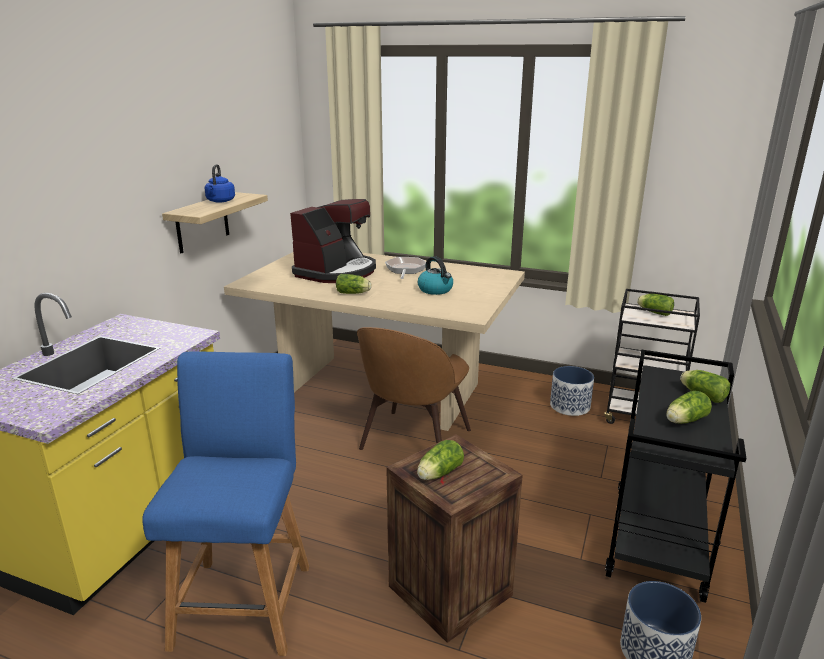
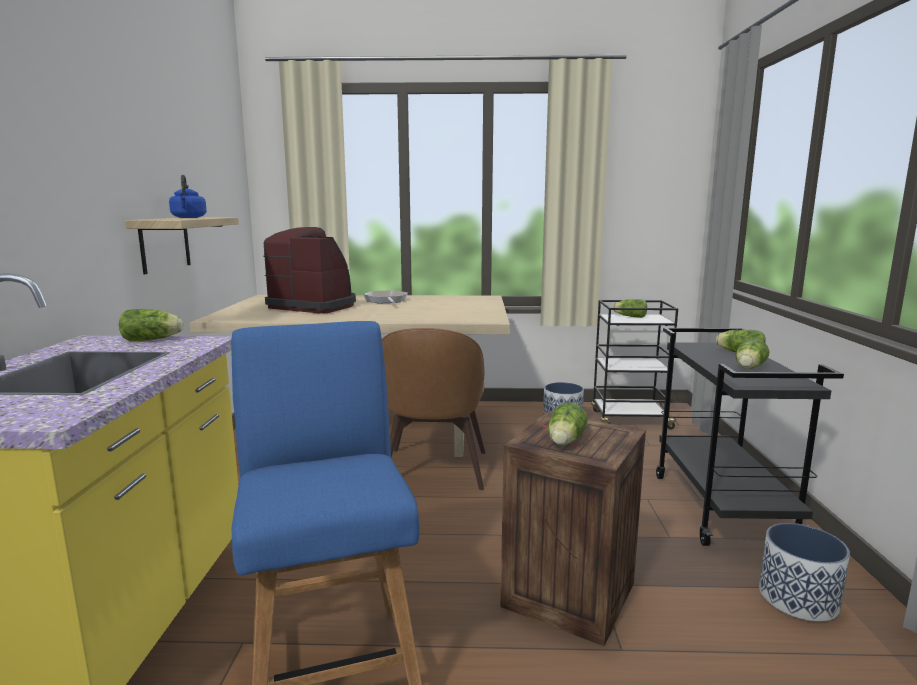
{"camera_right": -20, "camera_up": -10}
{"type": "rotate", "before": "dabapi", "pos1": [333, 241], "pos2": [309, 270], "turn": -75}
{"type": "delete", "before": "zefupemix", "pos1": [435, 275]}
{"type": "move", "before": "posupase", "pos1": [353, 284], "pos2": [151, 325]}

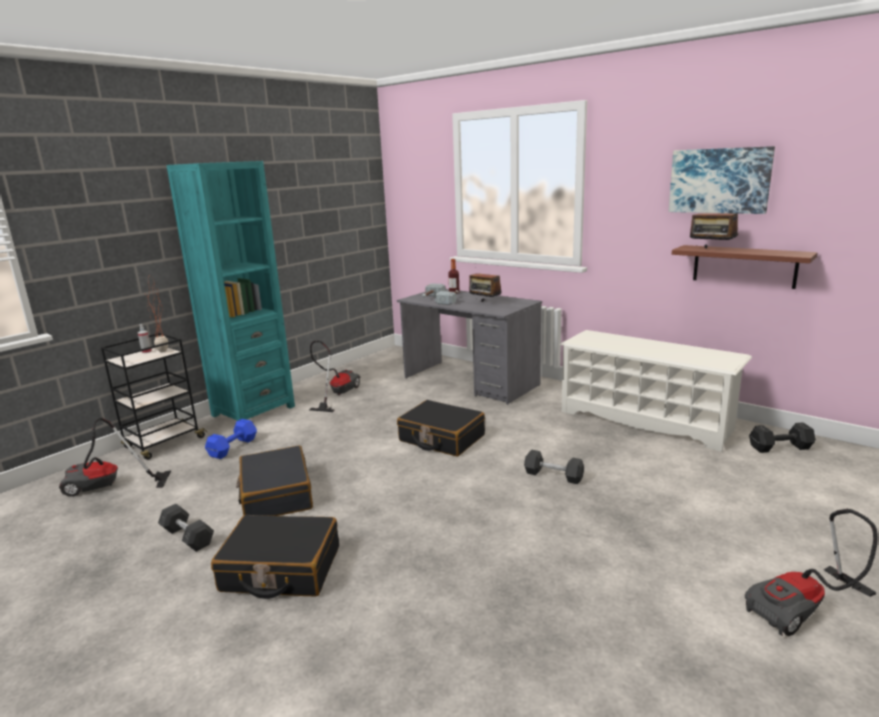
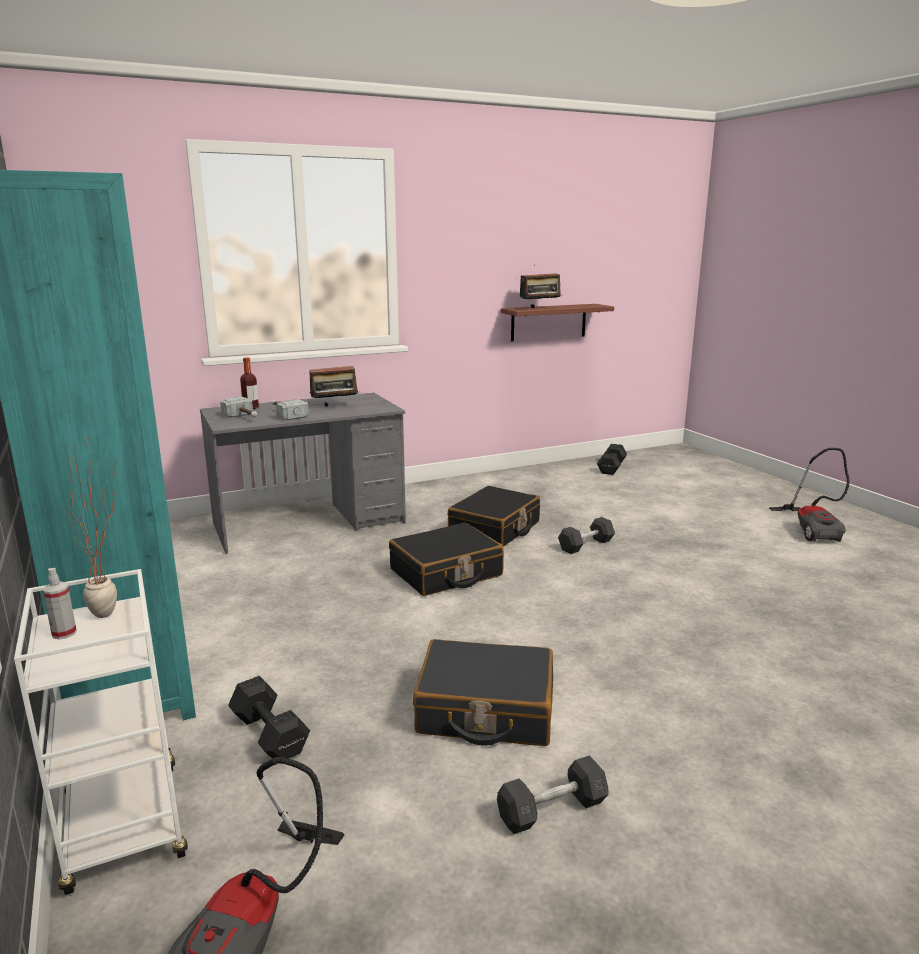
{"camera_right": -65, "camera_up": 0}
{"type": "delete", "before": "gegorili", "pos1": [722, 180]}
{"type": "delete", "before": "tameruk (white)", "pos1": [656, 391]}
{"type": "recolor", "before": "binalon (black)", "after": "binalon (white)", "pos1": [154, 396], "pos2": [101, 732]}
{"type": "delete", "before": "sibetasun", "pos1": [334, 376]}
{"type": "recolor", "before": "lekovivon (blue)", "after": "lekovivon (black)", "pos1": [231, 439], "pos2": [269, 717]}
{"type": "move", "before": "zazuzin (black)", "pos1": [275, 557], "pos2": [494, 516]}

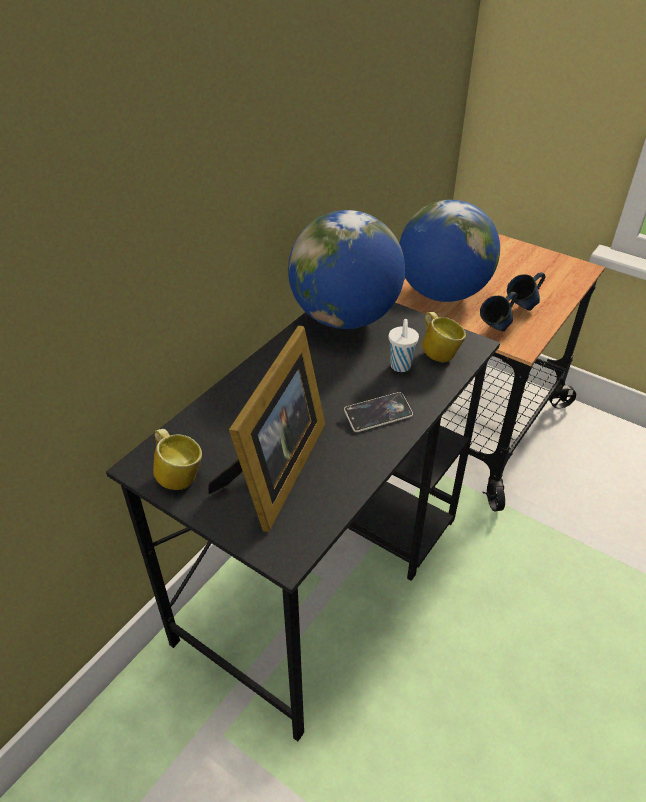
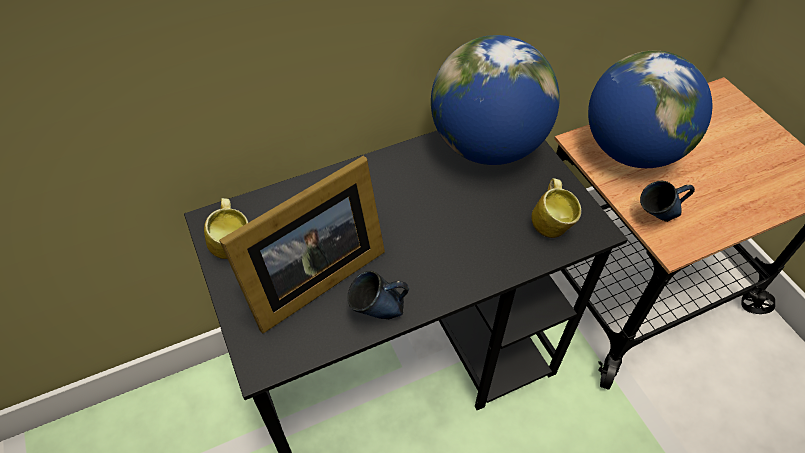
{"camera_right": 30, "camera_up": 10}
{"type": "move", "before": "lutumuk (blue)", "pos1": [526, 291], "pos2": [378, 295]}
{"type": "delete", "before": "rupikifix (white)", "pos1": [404, 345]}
{"type": "delete", "before": "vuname", "pos1": [378, 412]}

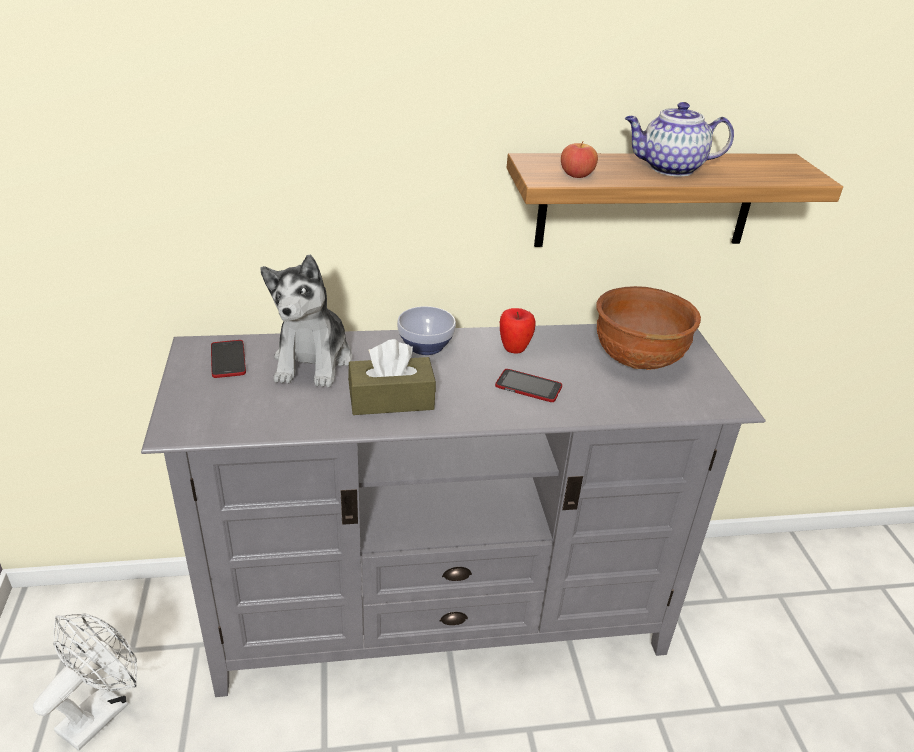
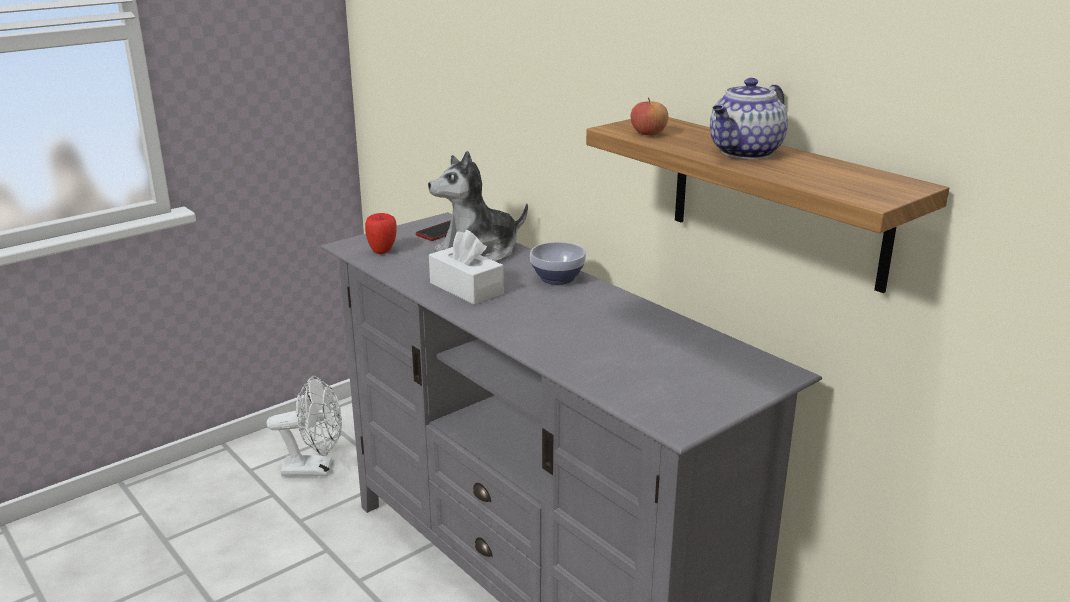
{"camera_right": 60, "camera_up": -10}
{"type": "rotate", "before": "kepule", "pos1": [679, 139], "pos2": [749, 118], "turn": -105}
{"type": "delete", "before": "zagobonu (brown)", "pos1": [648, 328]}
{"type": "move", "before": "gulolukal", "pos1": [517, 330], "pos2": [381, 233]}
{"type": "recolor", "before": "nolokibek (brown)", "after": "nolokibek (white)", "pos1": [392, 377], "pos2": [466, 267]}
{"type": "delete", "before": "vuname", "pos1": [528, 385]}

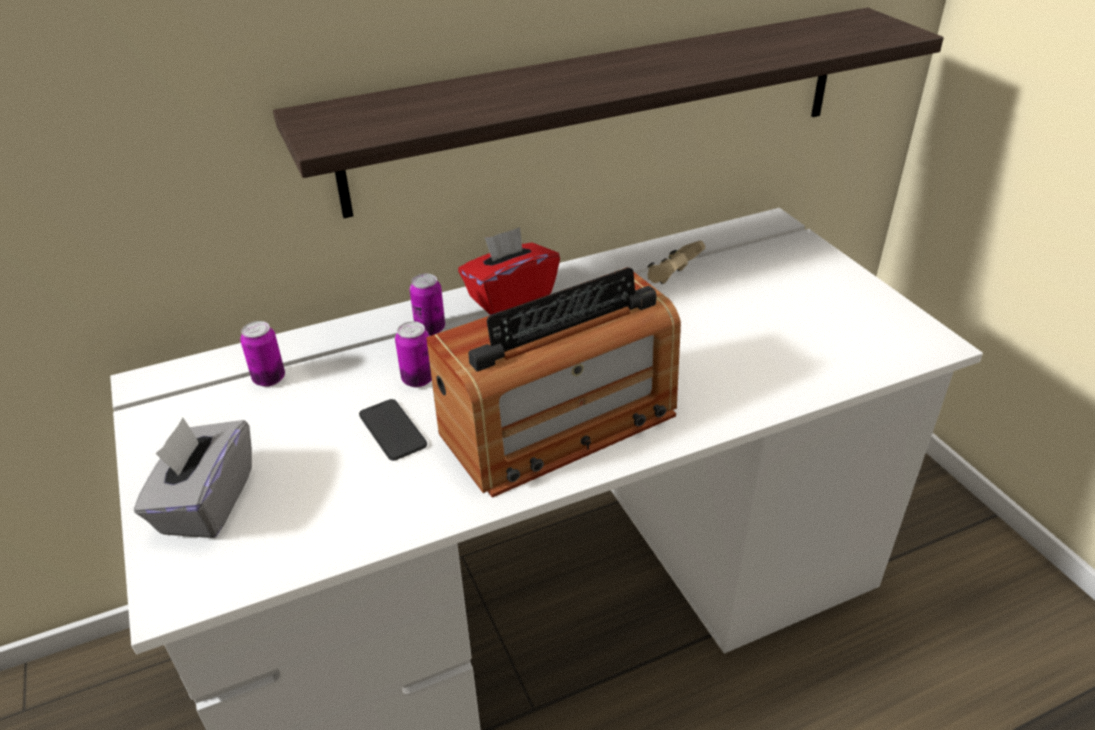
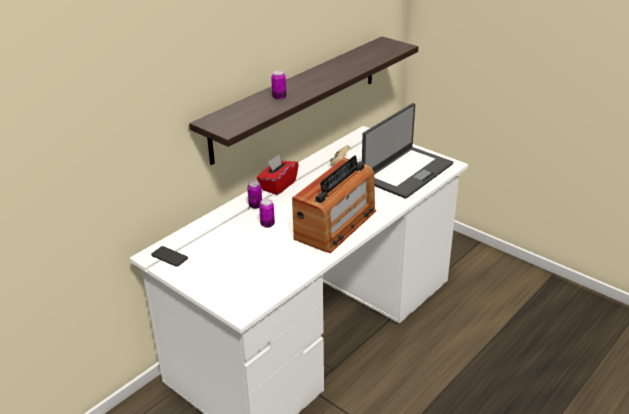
{"camera_right": -25, "camera_up": -5}
{"type": "move", "before": "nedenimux", "pos1": [262, 354], "pos2": [278, 85]}
{"type": "move", "before": "vuname", "pos1": [393, 430], "pos2": [169, 256]}
{"type": "delete", "before": "nolokibek (grey)", "pos1": [193, 478]}
{"type": "insert", "after": "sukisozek", "pos2": [407, 151]}

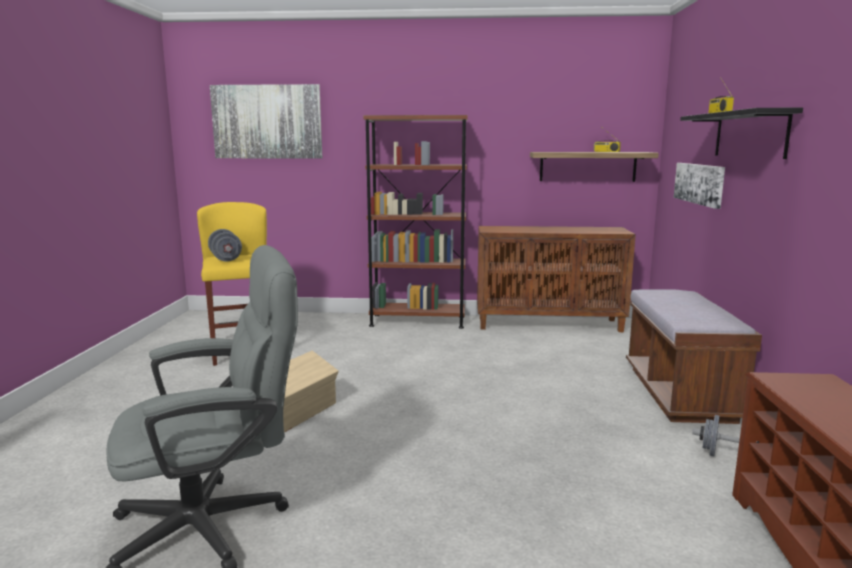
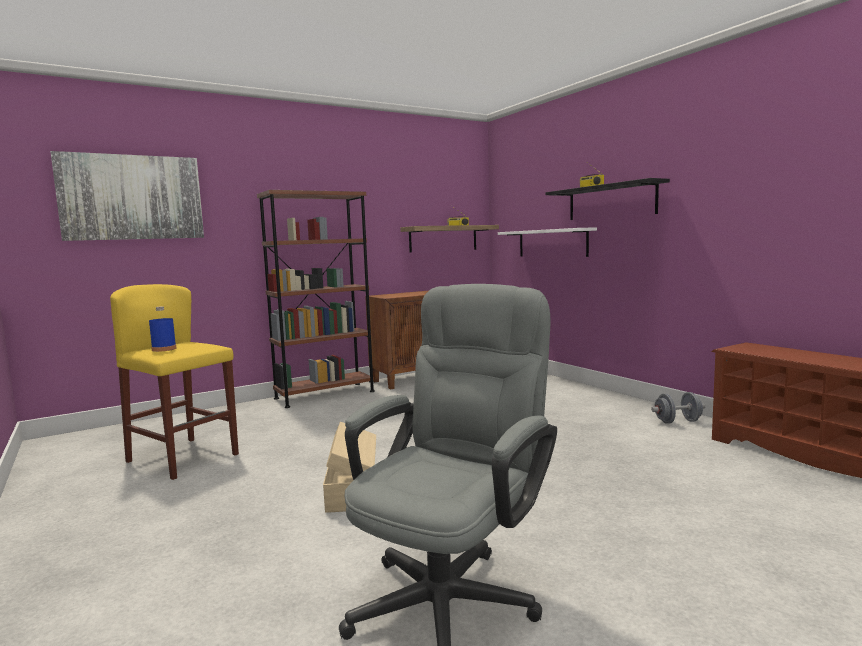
{"camera_right": -35, "camera_up": -5}
{"type": "replace", "before": "gegorili", "after": "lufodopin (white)", "pos1": [699, 186], "pos2": [547, 242]}
{"type": "replace", "before": "lekovivon (grey)", "after": "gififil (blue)", "pos1": [225, 245], "pos2": [162, 329]}
{"type": "delete", "before": "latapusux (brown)", "pos1": [694, 356]}

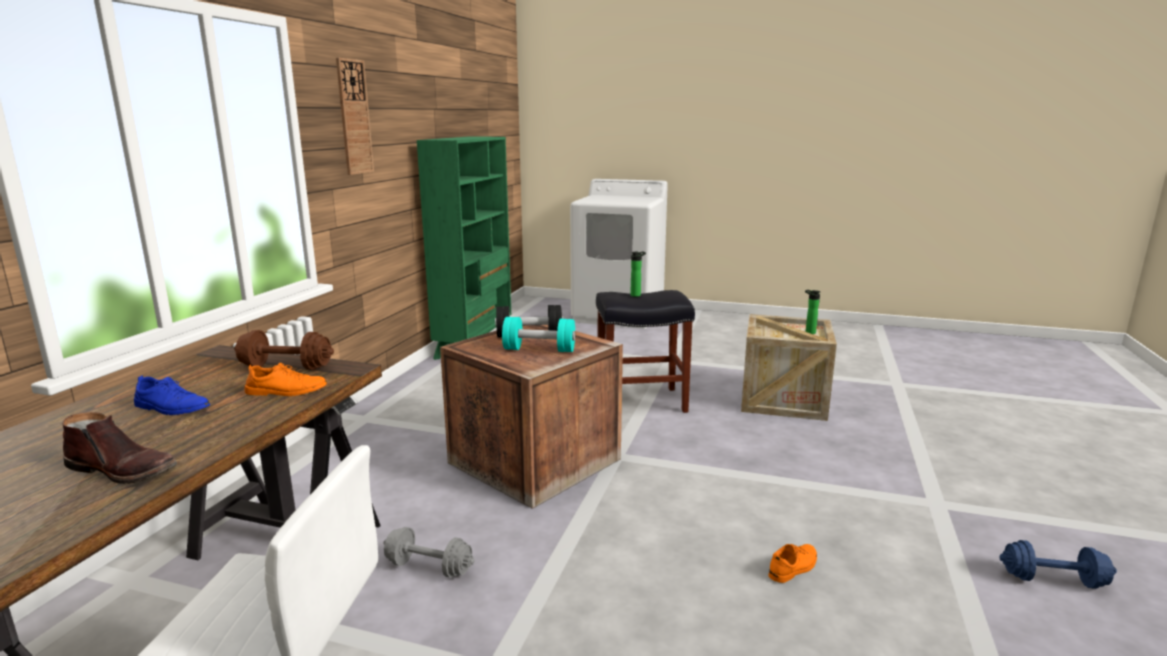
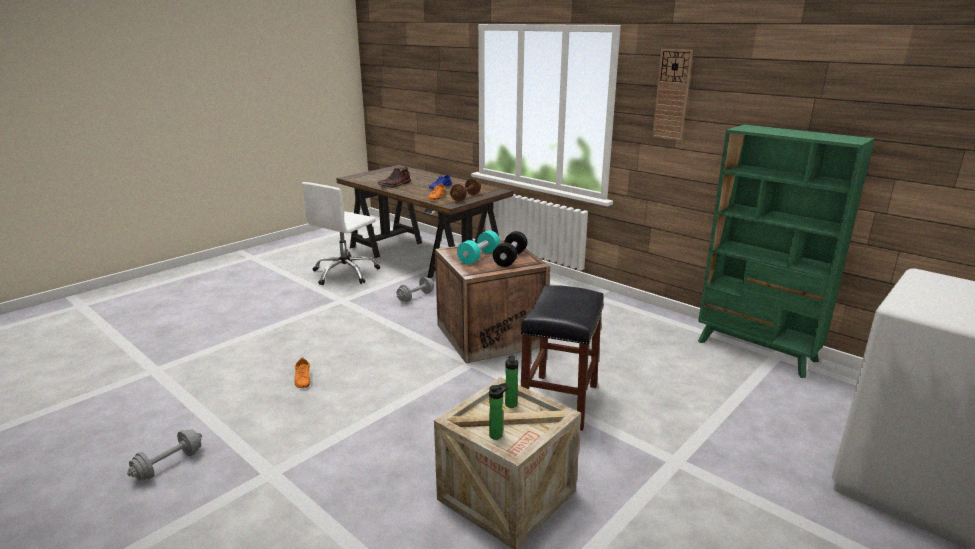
{"camera_right": 115, "camera_up": 5}
{"type": "move", "before": "gififil", "pos1": [638, 274], "pos2": [511, 381]}
{"type": "recolor", "before": "lekovivon (blue)", "after": "lekovivon (grey)", "pos1": [1058, 564], "pos2": [164, 455]}

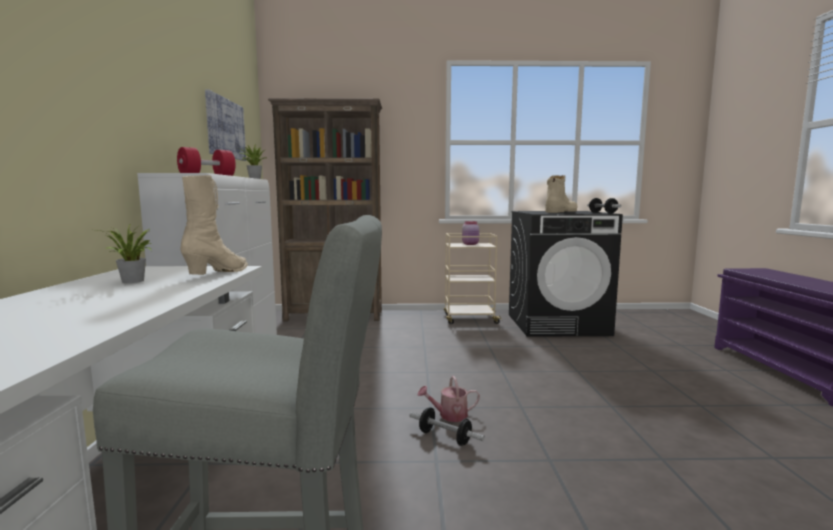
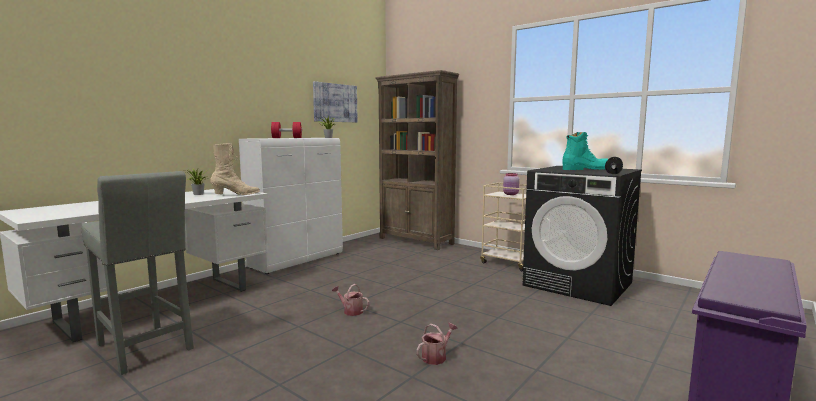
{"camera_right": 40, "camera_up": 0}
{"type": "recolor", "before": "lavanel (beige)", "after": "lavanel (turquoise)", "pos1": [561, 194], "pos2": [585, 151]}
{"type": "delete", "before": "lekovivon", "pos1": [447, 426]}
{"type": "insert", "after": "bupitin", "pos2": [437, 344]}

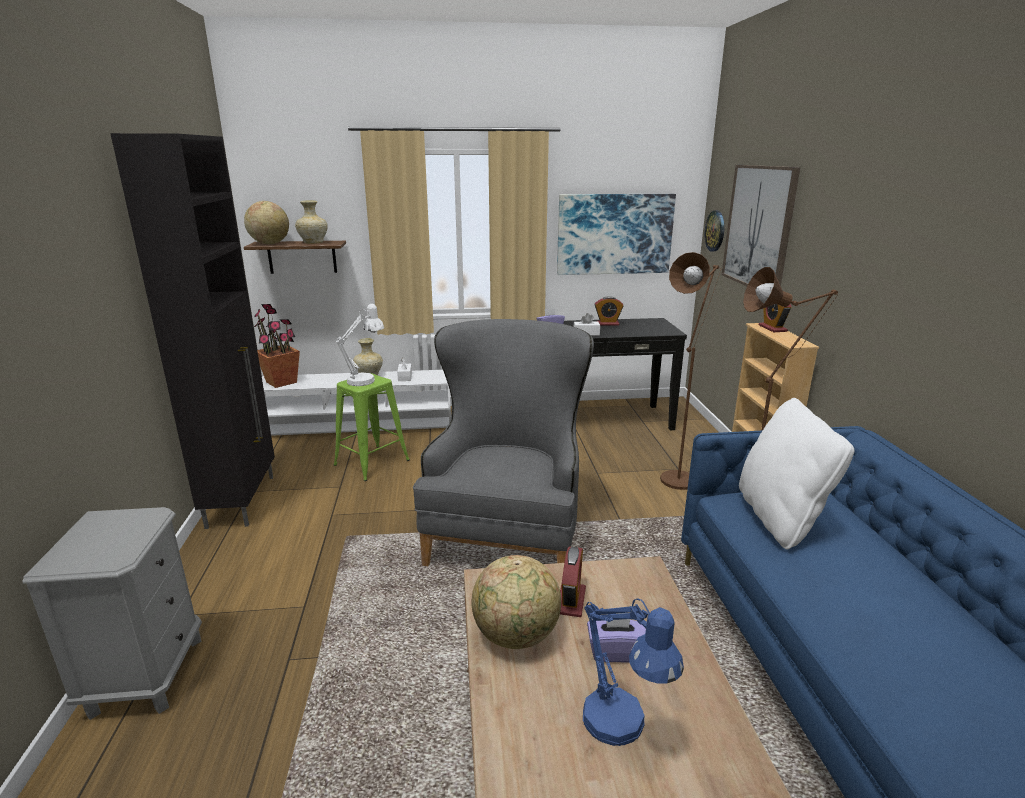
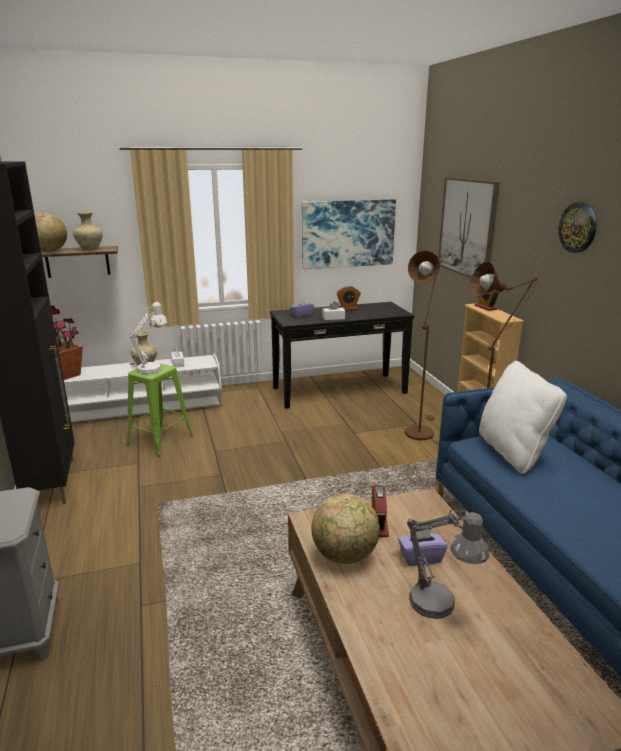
{"camera_right": -10, "camera_up": 0}
{"type": "move", "before": "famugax", "pos1": [714, 231], "pos2": [577, 227]}
{"type": "delete", "before": "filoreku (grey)", "pos1": [503, 442]}
{"type": "recolor", "before": "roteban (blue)", "after": "roteban (grey)", "pos1": [633, 672], "pos2": [448, 564]}

